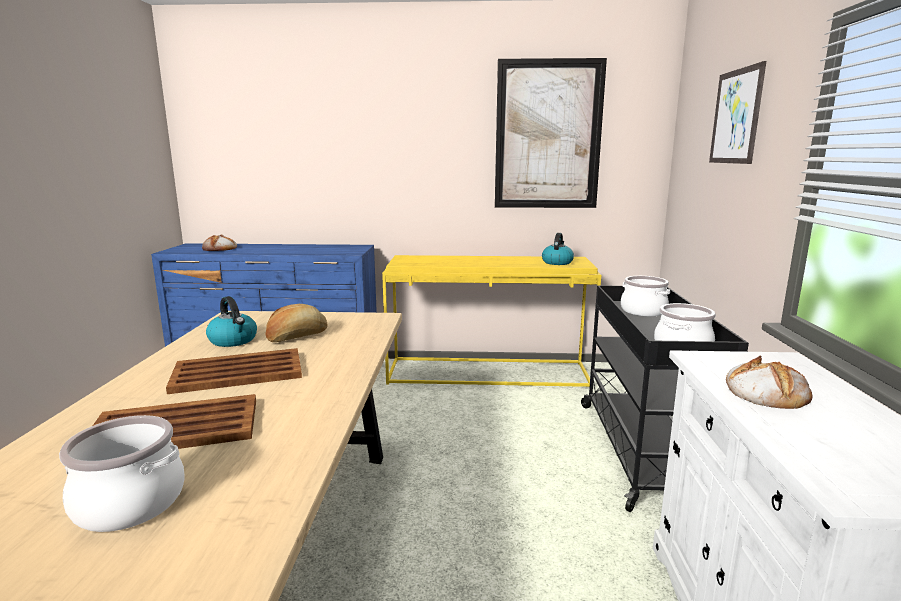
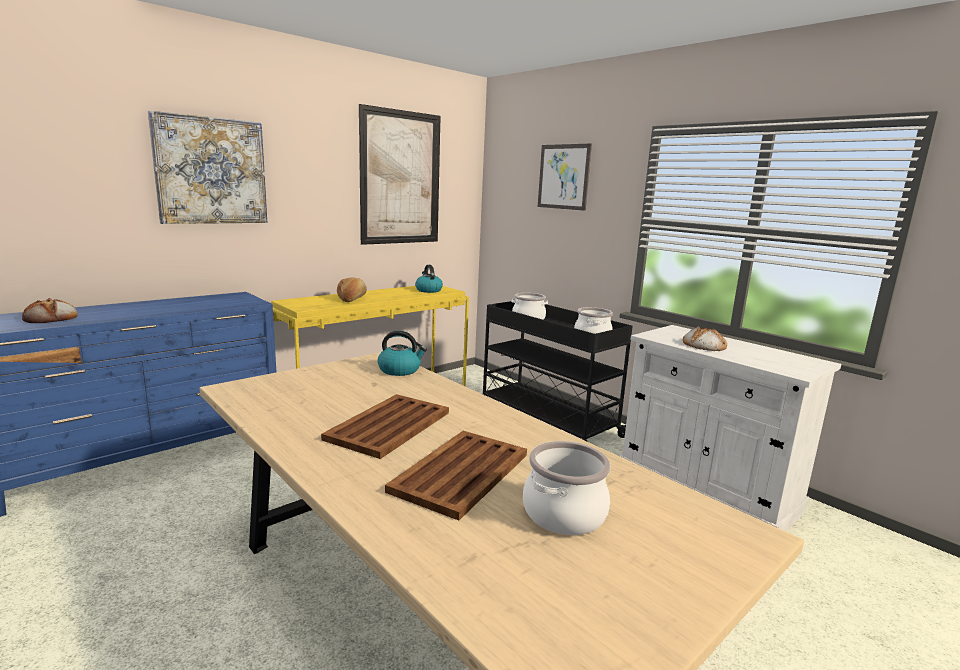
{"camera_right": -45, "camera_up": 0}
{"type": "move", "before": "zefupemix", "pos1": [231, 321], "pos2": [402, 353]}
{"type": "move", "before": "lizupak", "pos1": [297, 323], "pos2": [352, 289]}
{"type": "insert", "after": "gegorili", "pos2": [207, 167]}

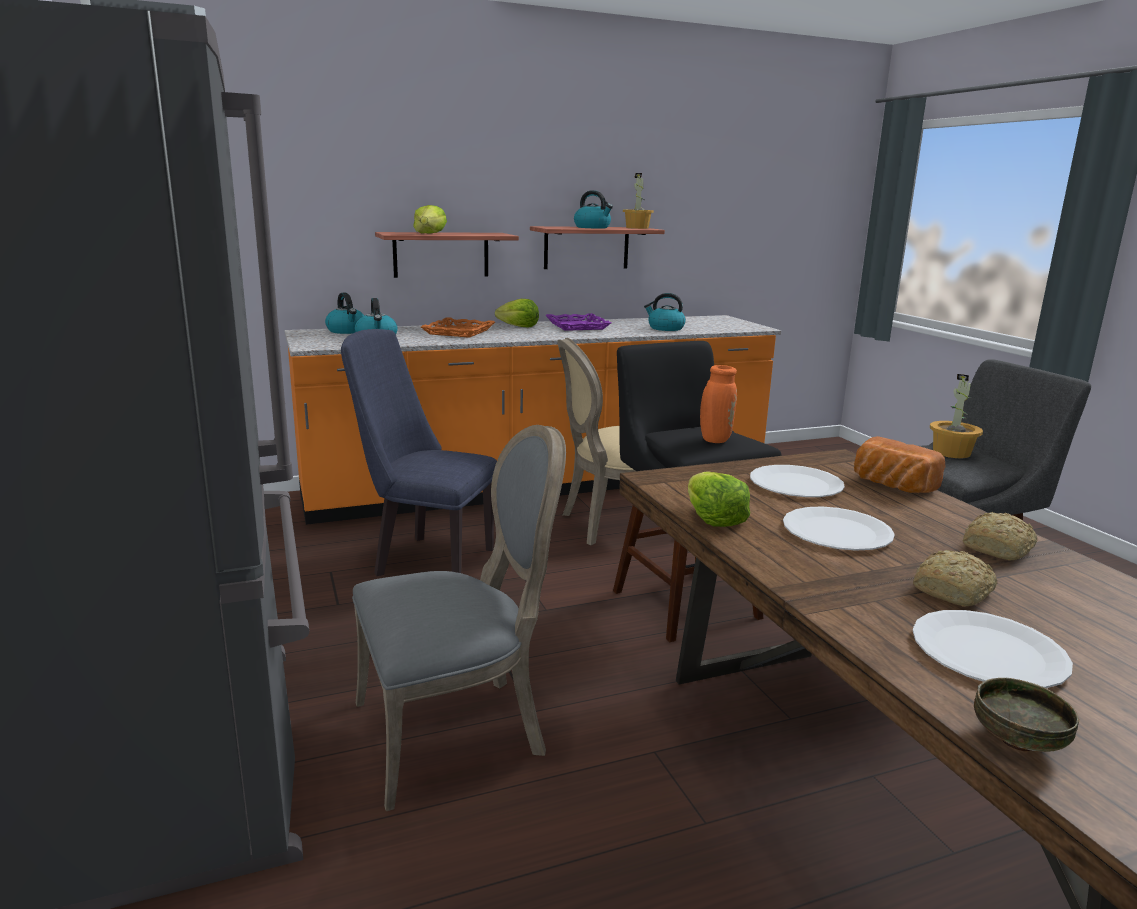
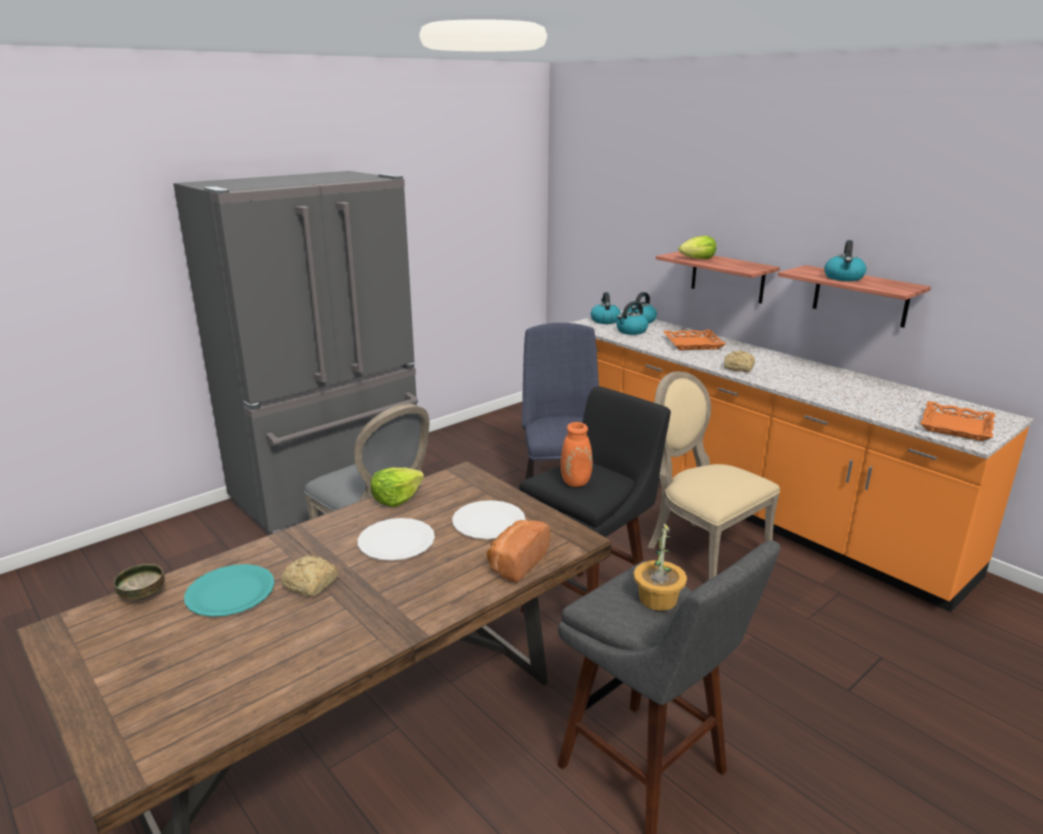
{"camera_right": 70, "camera_up": 5}
{"type": "delete", "before": "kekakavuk", "pos1": [638, 201]}
{"type": "move", "before": "zefupemix", "pos1": [665, 312], "pos2": [606, 308]}
{"type": "delete", "before": "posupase", "pos1": [517, 313]}
{"type": "delete", "before": "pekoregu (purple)", "pos1": [578, 322]}
{"type": "move", "before": "lizupak", "pos1": [1000, 536], "pos2": [739, 361]}
{"type": "recolor", "before": "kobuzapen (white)", "after": "kobuzapen (turquoise)", "pos1": [993, 649], "pos2": [229, 590]}
{"type": "insert", "after": "pekoregu (orange)", "pos2": [957, 421]}

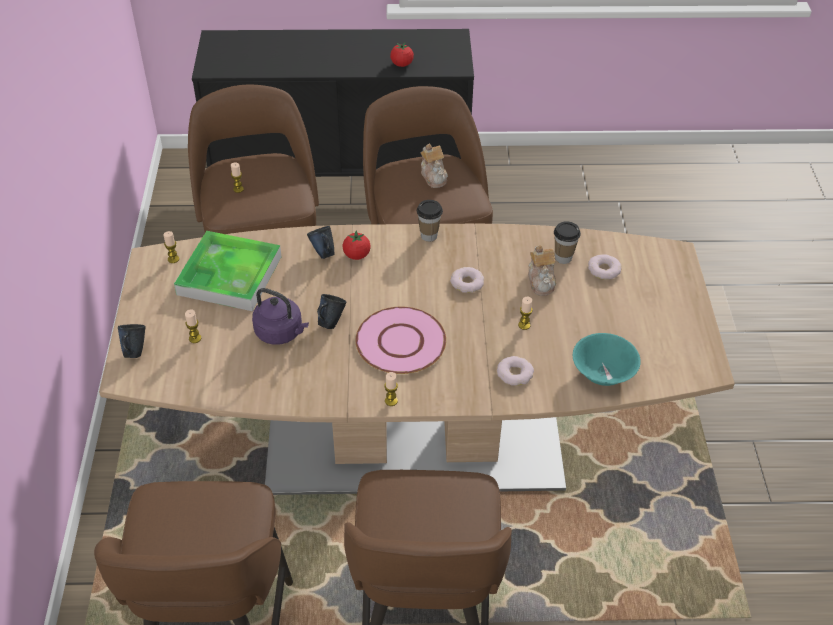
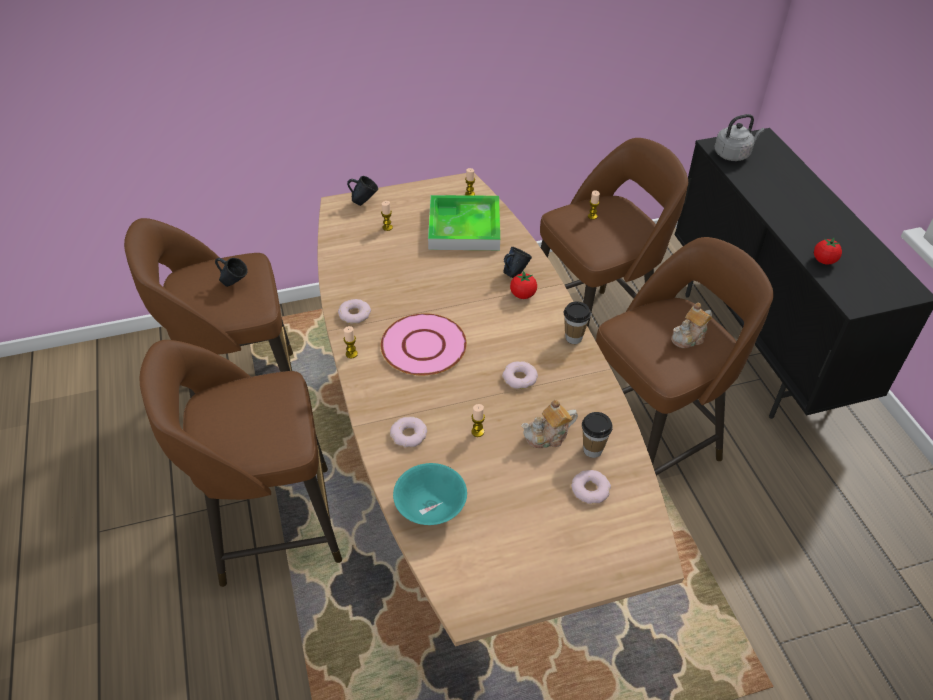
{"camera_right": 75, "camera_up": 0}
{"type": "delete", "before": "zefupemix (purple)", "pos1": [280, 316]}
{"type": "move", "before": "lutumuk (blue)", "pos1": [331, 311], "pos2": [231, 272]}
{"type": "insert", "after": "zefupemix (grey)", "pos2": [739, 137]}
{"type": "insert", "after": "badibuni", "pos2": [354, 311]}

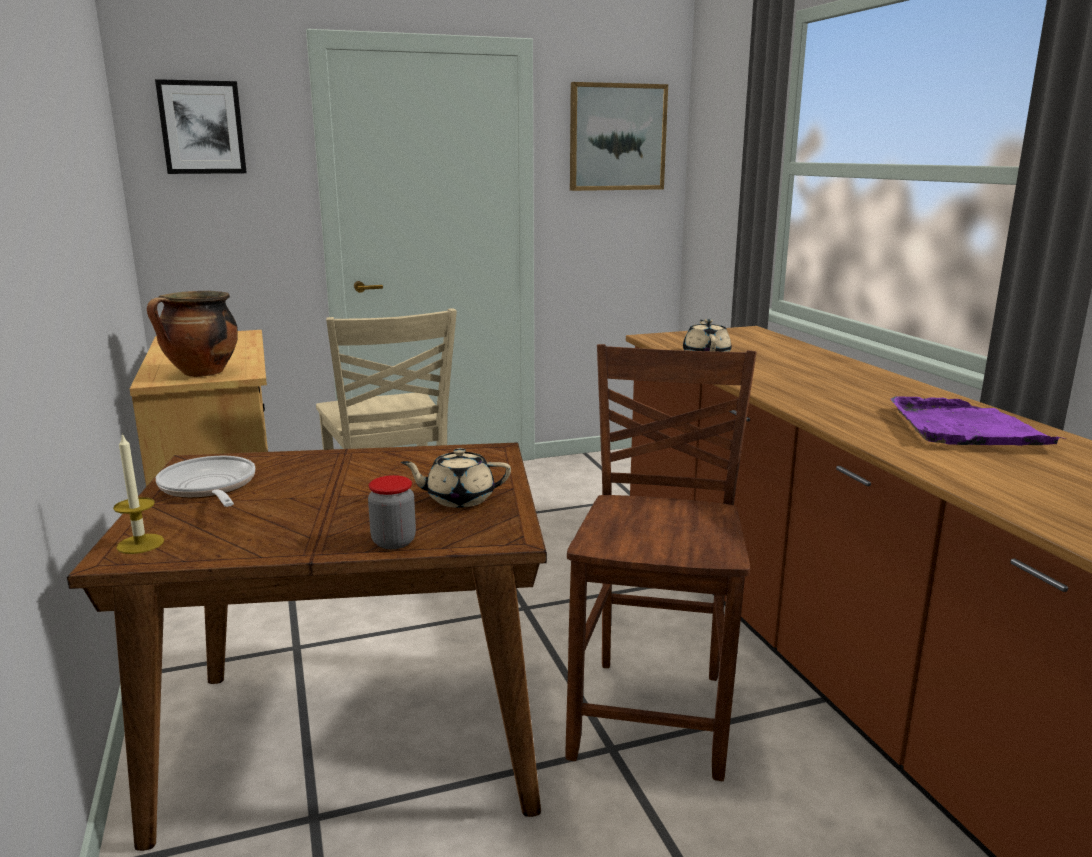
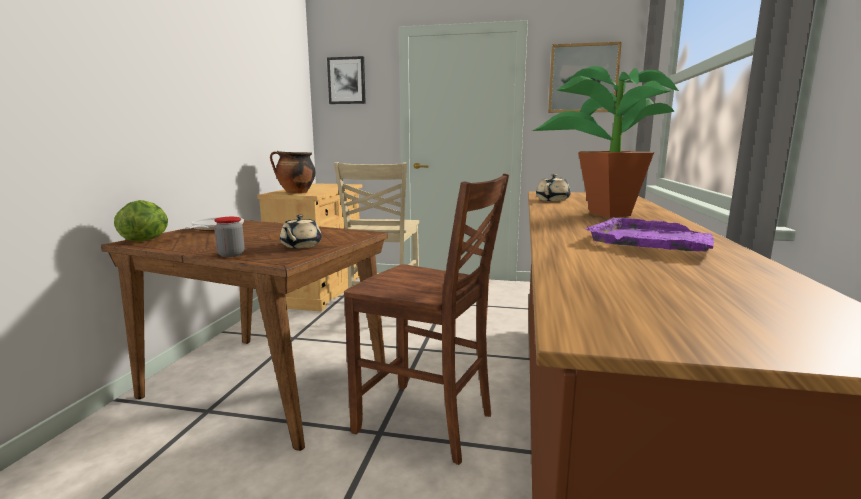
{"camera_right": 30, "camera_up": -5}
{"type": "rotate", "before": "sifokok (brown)", "pos1": [661, 562], "pos2": [426, 319], "turn": 75}
{"type": "replace", "before": "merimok", "after": "posupase", "pos1": [138, 493], "pos2": [141, 220]}
{"type": "rotate", "before": "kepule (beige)", "pos1": [456, 478], "pos2": [301, 231], "turn": -105}
{"type": "insert", "after": "kekakavuk", "pos2": [605, 142]}

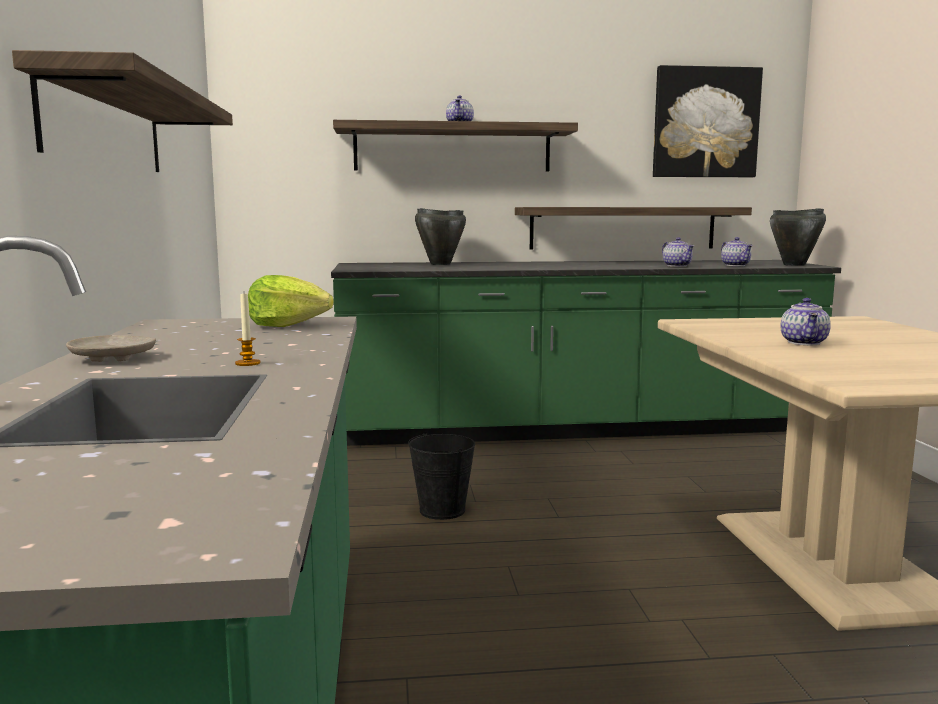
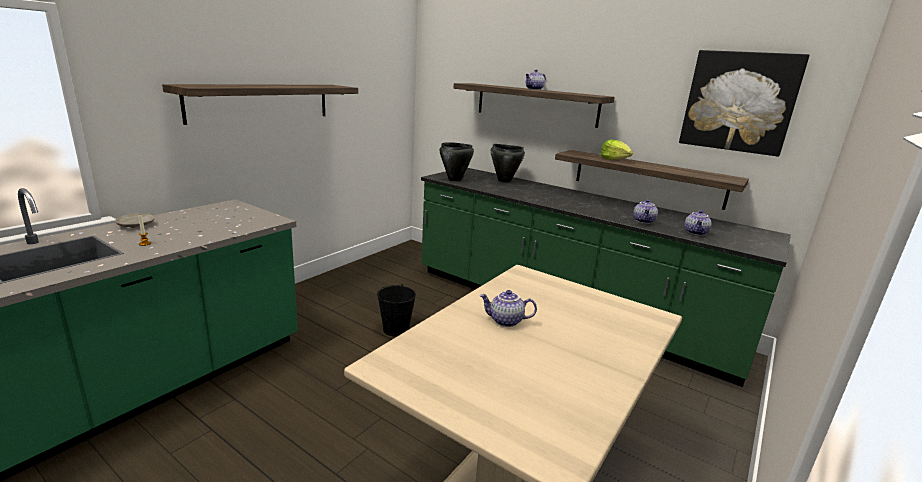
{"camera_right": 40, "camera_up": 10}
{"type": "move", "before": "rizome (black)", "pos1": [798, 237], "pos2": [457, 161]}
{"type": "move", "before": "posupase", "pos1": [291, 301], "pos2": [616, 149]}
{"type": "rotate", "before": "kepule", "pos1": [806, 321], "pos2": [508, 308], "turn": 45}

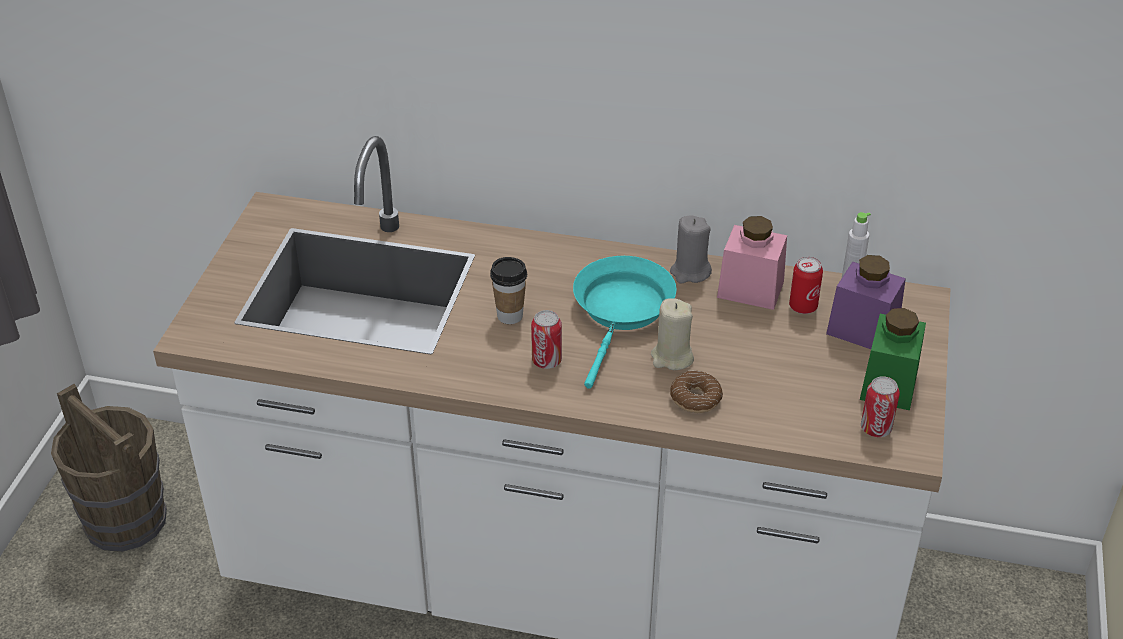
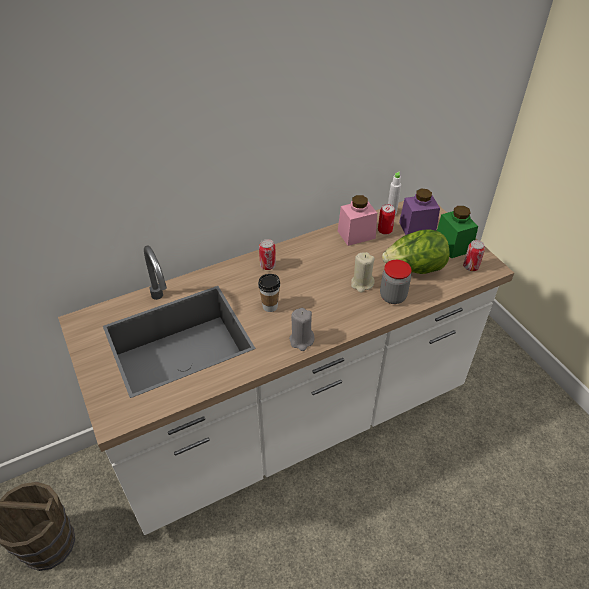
{"camera_right": -40, "camera_up": 5}
{"type": "move", "before": "merimok (grey)", "pos1": [691, 250], "pos2": [302, 329]}
{"type": "delete", "before": "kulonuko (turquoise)", "pos1": [625, 322]}
{"type": "move", "before": "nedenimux", "pos1": [546, 339], "pos2": [267, 254]}
{"type": "replace", "before": "badibuni", "after": "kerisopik", "pos1": [696, 392], "pos2": [395, 282]}
{"type": "insert", "after": "posupase", "pos2": [416, 251]}

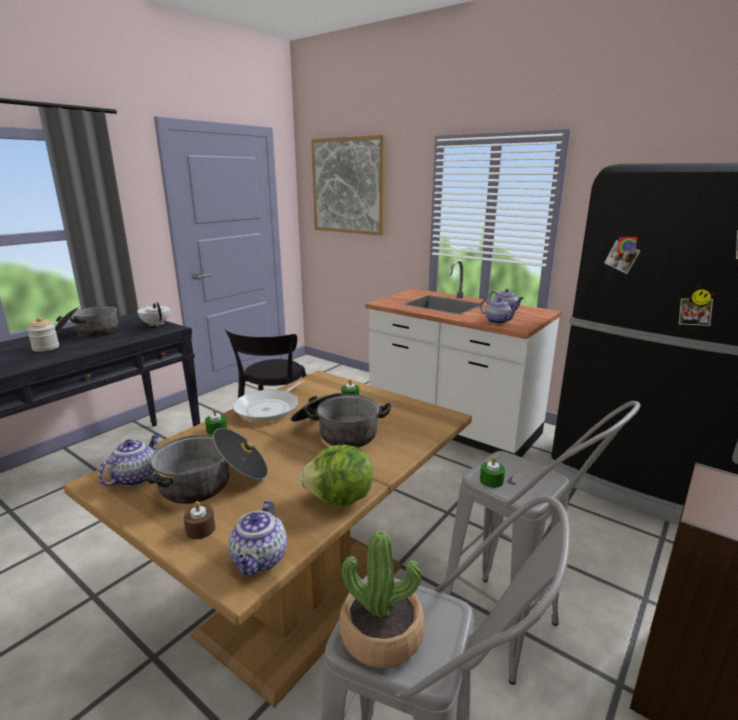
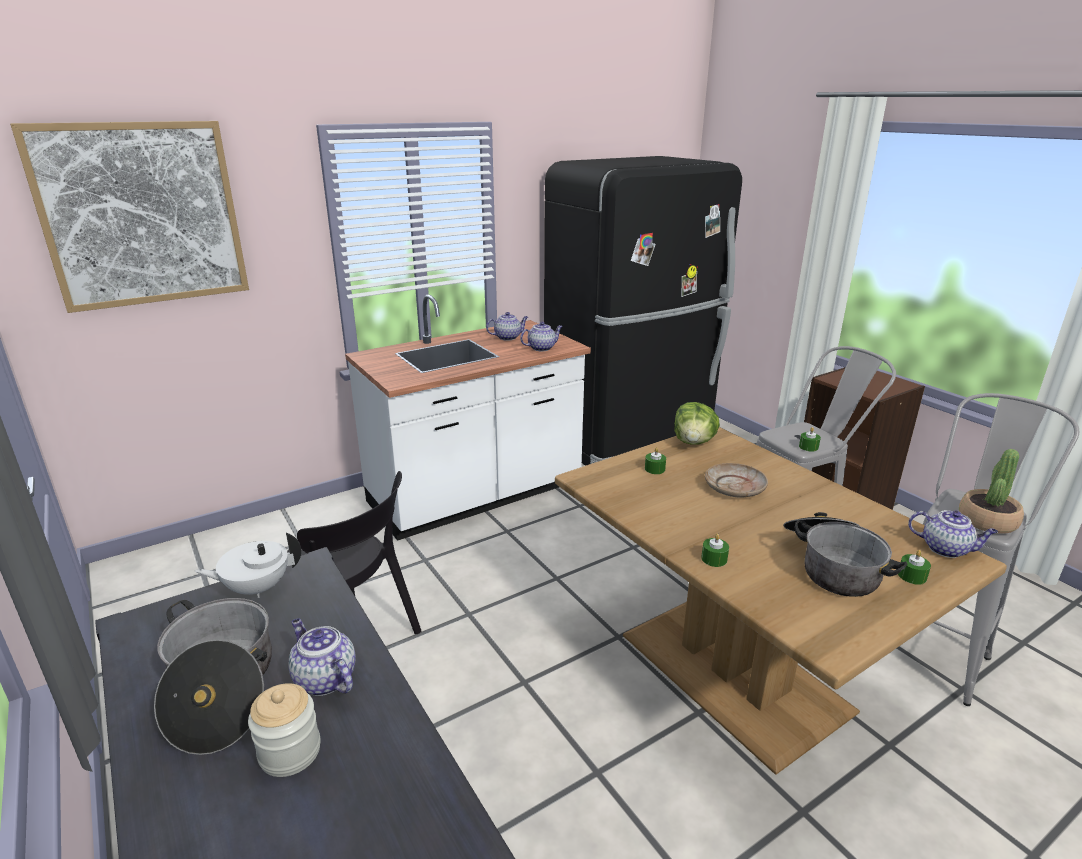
{"camera_right": -70, "camera_up": 5}
{"type": "delete", "before": "kulonuko", "pos1": [268, 401]}
{"type": "replace", "before": "rizome", "after": "kobuzapen (beige)", "pos1": [340, 420], "pos2": [736, 480]}
{"type": "move", "before": "kepule", "pos1": [129, 460], "pos2": [322, 657]}
{"type": "move", "before": "posupase", "pos1": [336, 476], "pos2": [697, 423]}
{"type": "recolor", "before": "merimok (brown)", "after": "merimok (green)", "pos1": [199, 520], "pos2": [914, 567]}

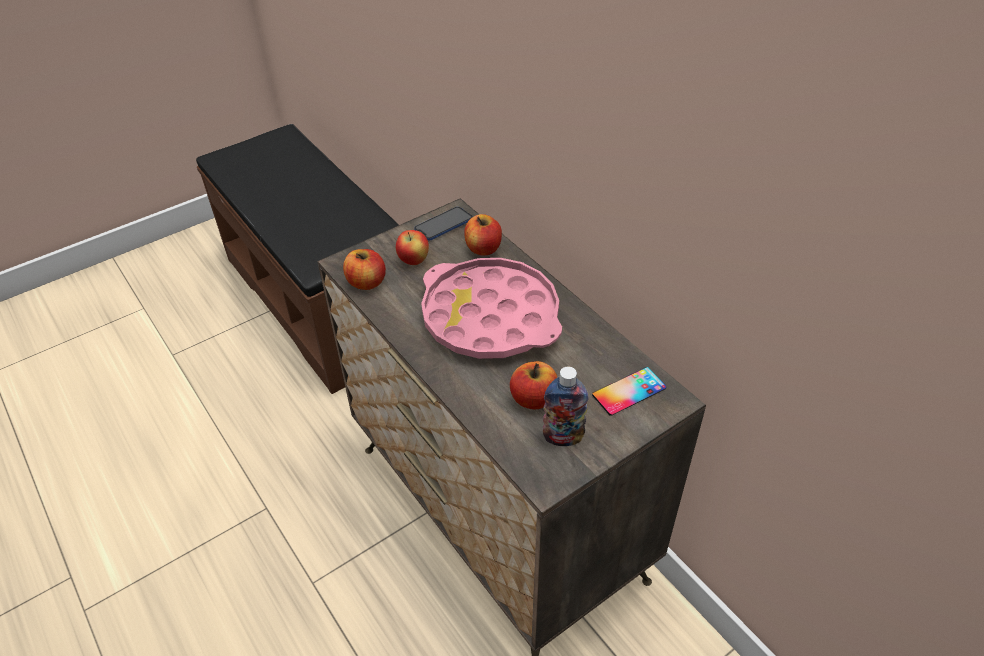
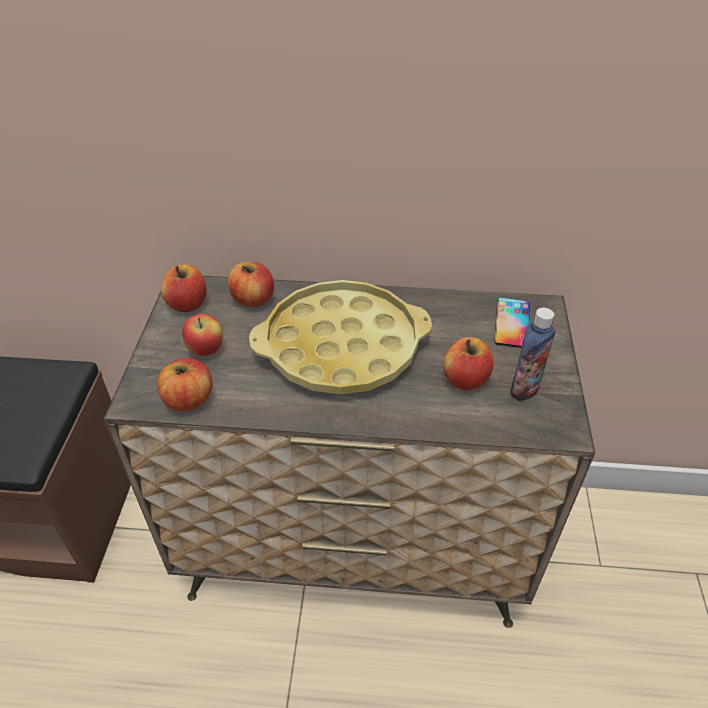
{"camera_right": -50, "camera_up": 0}
{"type": "replace", "before": "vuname", "after": "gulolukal", "pos1": [443, 224], "pos2": [184, 288]}
{"type": "recolor", "before": "pekoregu (pink)", "after": "pekoregu (yellow)", "pos1": [491, 308], "pos2": [340, 337]}

